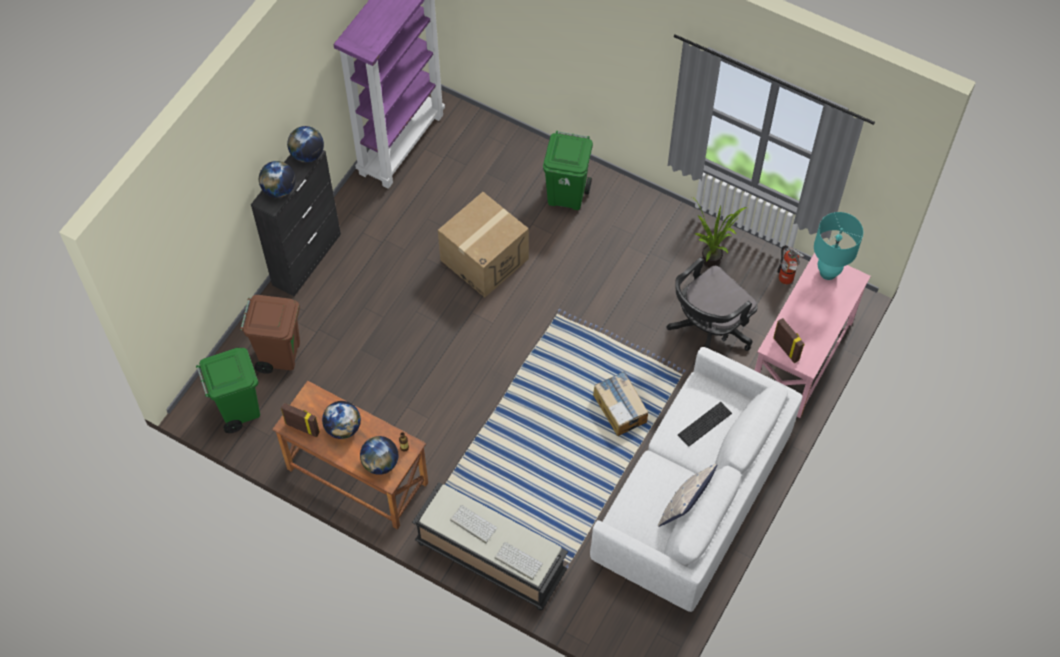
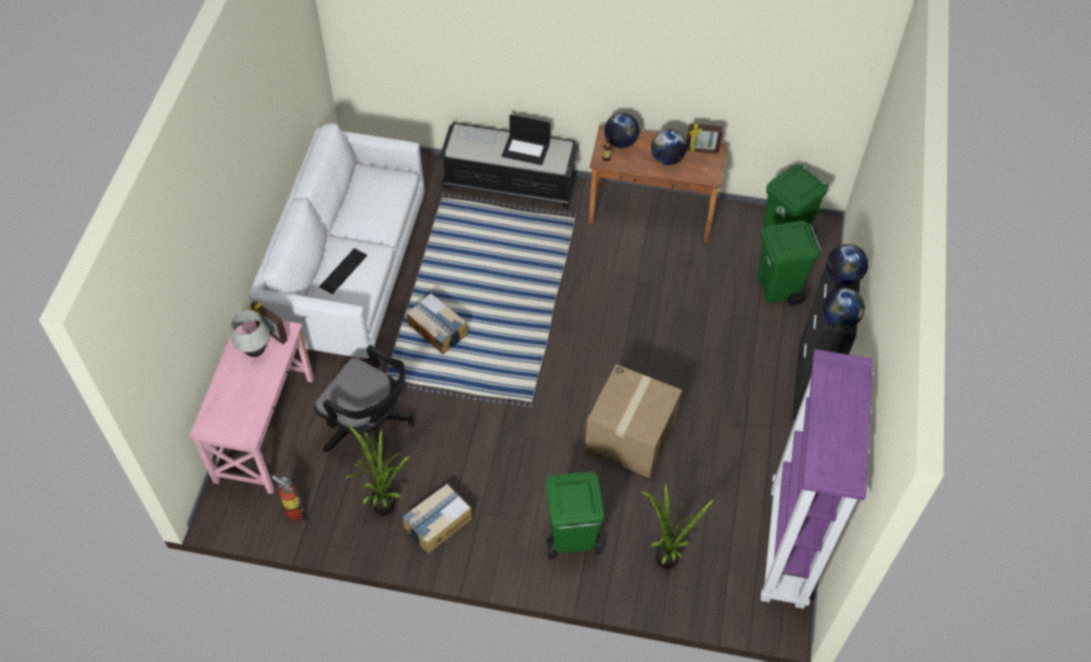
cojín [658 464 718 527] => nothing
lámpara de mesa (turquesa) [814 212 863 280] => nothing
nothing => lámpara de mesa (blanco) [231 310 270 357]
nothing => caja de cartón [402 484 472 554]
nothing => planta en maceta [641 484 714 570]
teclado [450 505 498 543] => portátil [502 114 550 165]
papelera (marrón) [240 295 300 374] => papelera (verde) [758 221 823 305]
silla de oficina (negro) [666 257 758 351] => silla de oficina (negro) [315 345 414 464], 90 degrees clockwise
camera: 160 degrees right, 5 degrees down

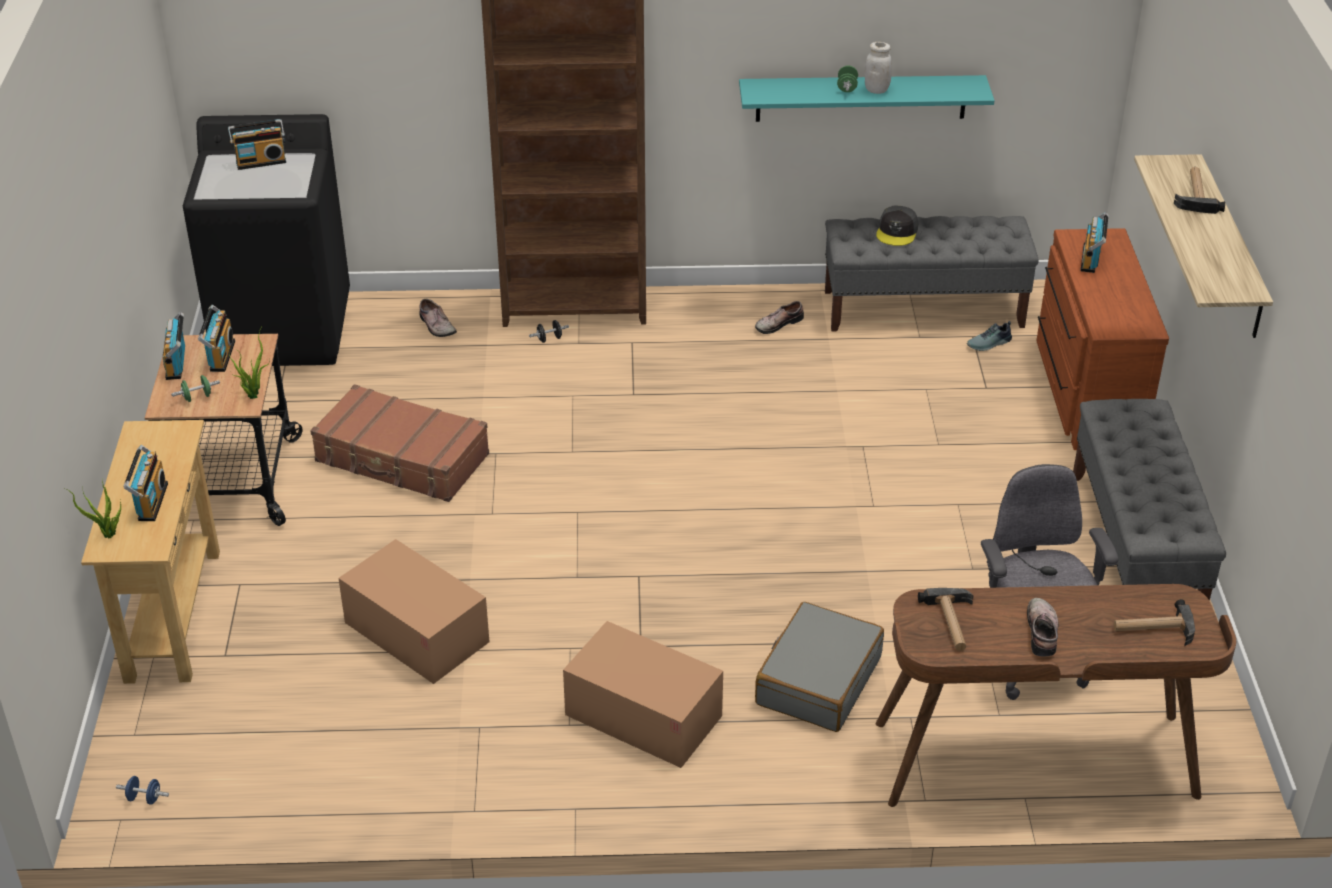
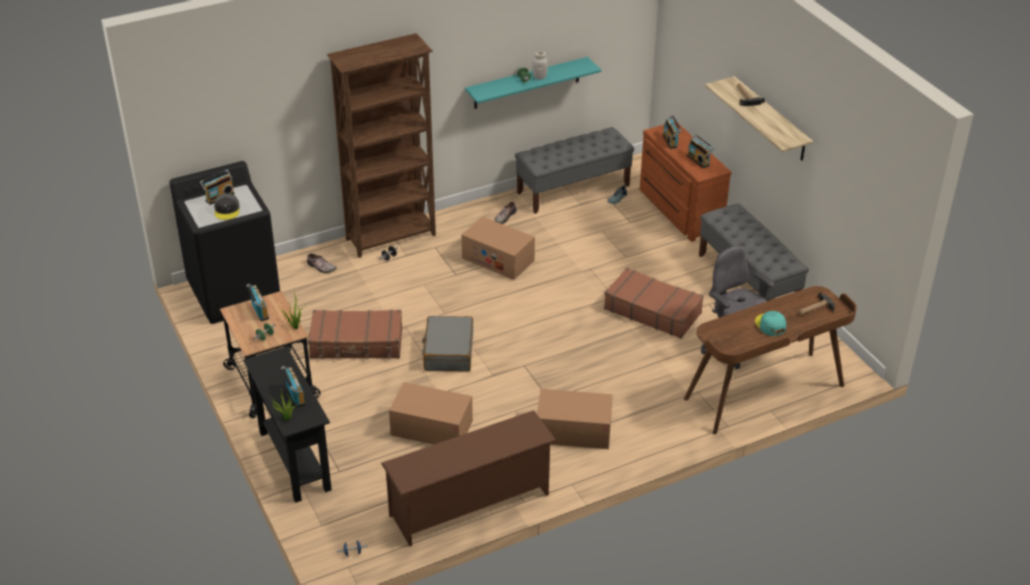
martillo [918 588 974 651] => nothing
nothing => zapatero (marrón) [381 410 556 546]
nothing => caja de cartón [461 216 535 280]
nothing => maleta (marrón) [604 268 704 339]
radio [163 312 185 380] => radio [687 134 714 168], move
maleta (gris) [755 602 884 732] => maleta (gris) [422 316 473 372], move
gorra (gris) [876 206 918 246] => gorra (gris) [214 194 239 220], move
zapato [1027 598 1058 656] => gorra (turquesa) [755 311 786 336]
mesa consola (beis) [81 420 220 684] => mesa consola (negro) [243 346 332 503]
camera: 25 degrees left, 0 degrees up

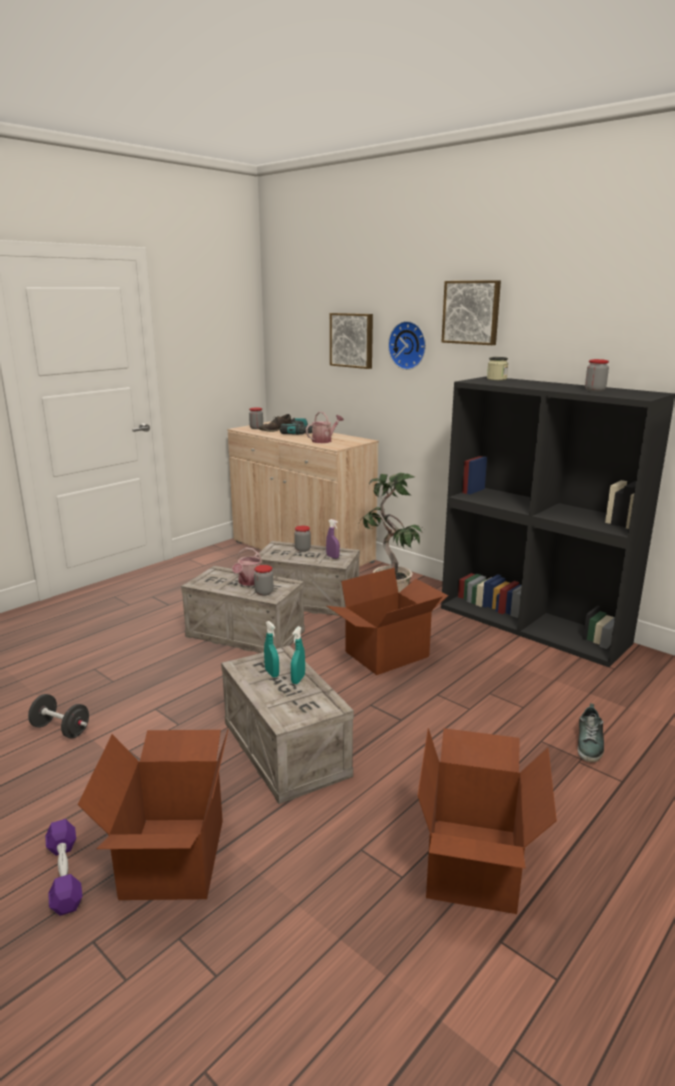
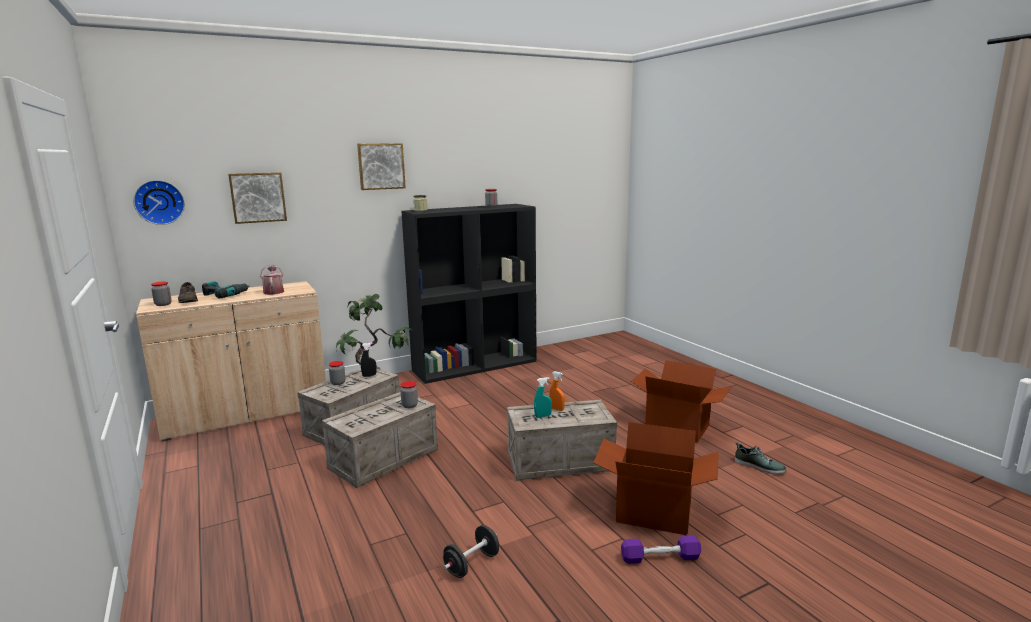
regadera [232 547 262 586] => nothing
caja de cartón [327 568 448 675] => nothing
reloj de pared [388 321 426 370] => reloj de pared [133 180 185 225], move
zapato [578 703 604 762] => zapato [735 442 786 474], move
pulverizador (turquesa) [291 626 305 684] => pulverizador (naranja) [549 371 565 411]
pulverizador (morado) [326 519 340 559] => pulverizador (negro) [361 342 377 377]
camera: 70 degrees left, 5 degrees down

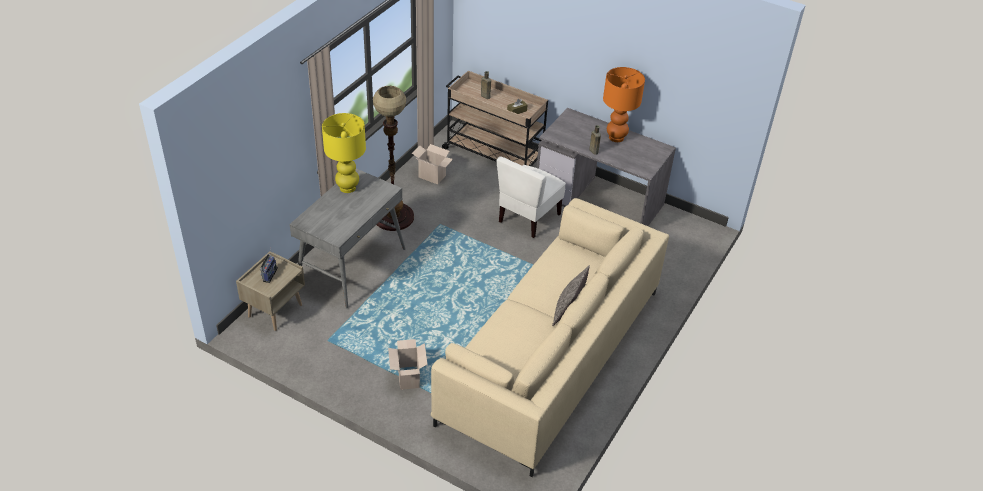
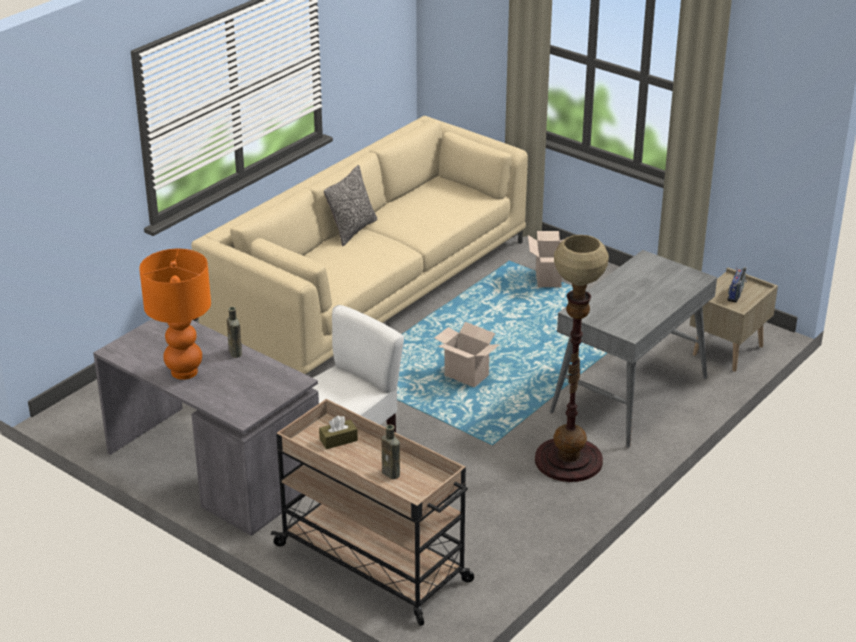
lámpara de mesa (amarillo) [322 113 366 193] => nothing
caja de cartón [412 144 453 185] => caja de cartón [434 322 500 388], move
camera: 170 degrees left, 10 degrees down

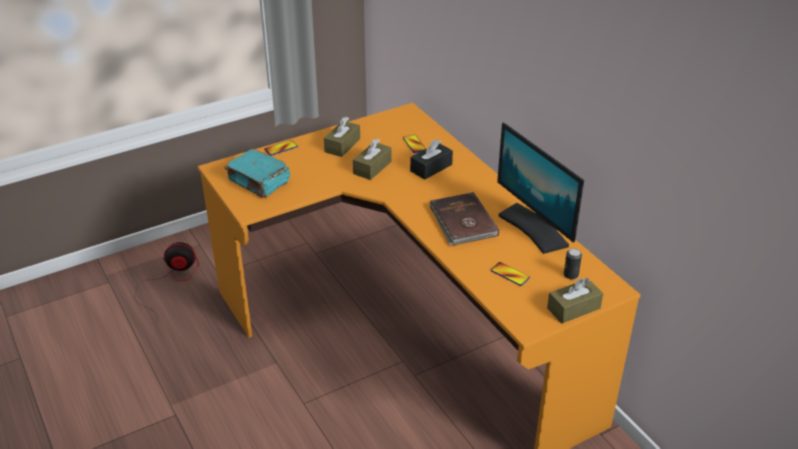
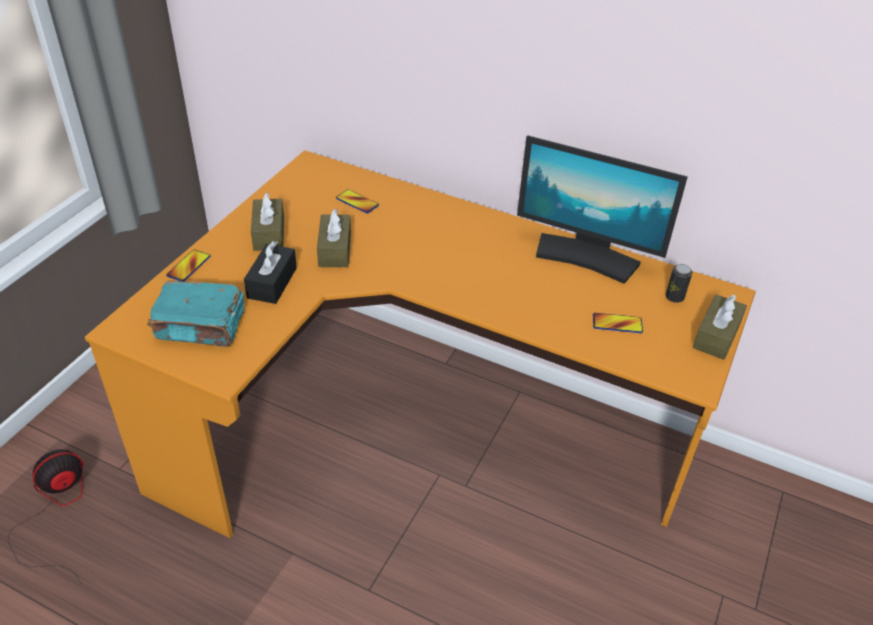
libro (marrón) [429 192 499 246] => nothing
caja de pañuelos (negro) [410 139 453 180] => caja de pañuelos (negro) [244 241 297 304], move
camera: 35 degrees left, 5 degrees up

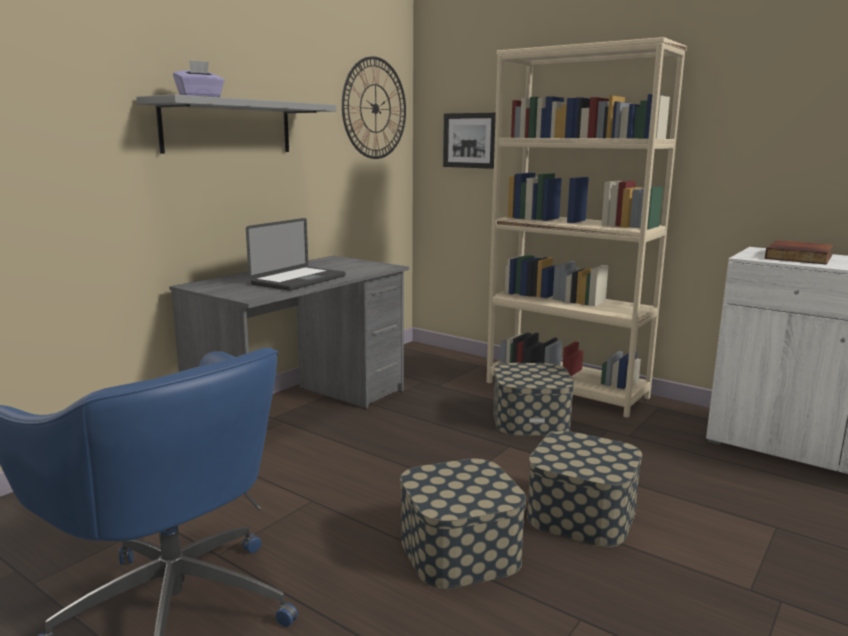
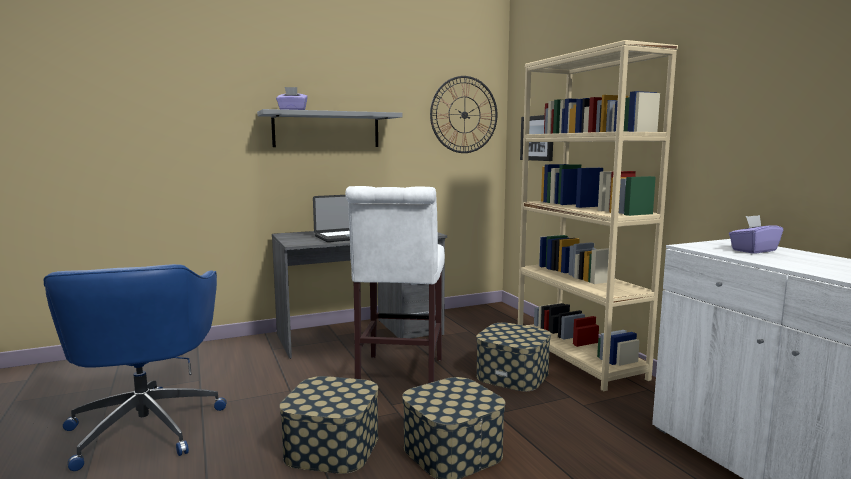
nothing => taburete (blanco) [345 186 445 383]
libro [765 240 833 265] => caja de pañuelos (morado) [729 215 783 254]
camera: 30 degrees right, 5 degrees down

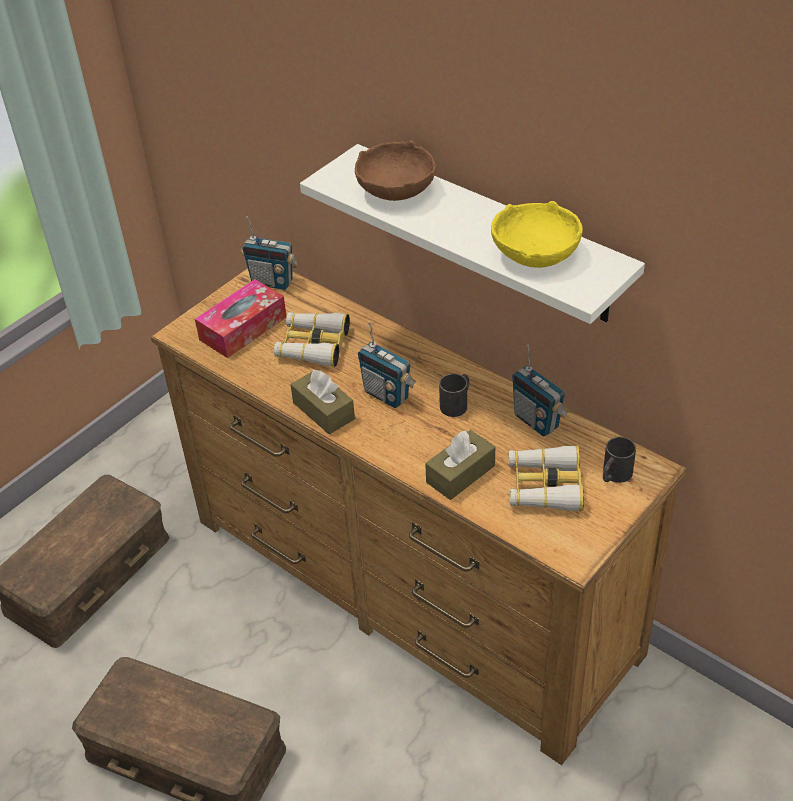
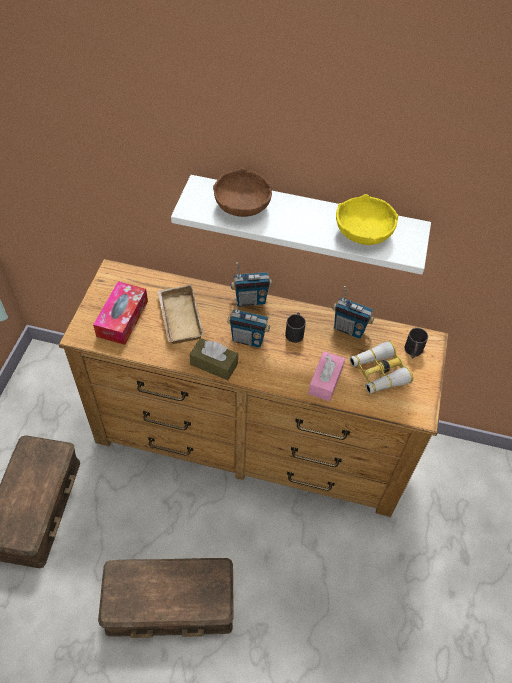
radio [241 216 298 290] => radio [231 262 272 306], move
prismáticos [274 312 350 367] => bandeja (beis) [157 285 204 344]
caja de pañuelos (marrón) [425 430 495 500] => caja de pañuelos (rosa) [308 351 345 402]
camera: 30 degrees left, 10 degrees up

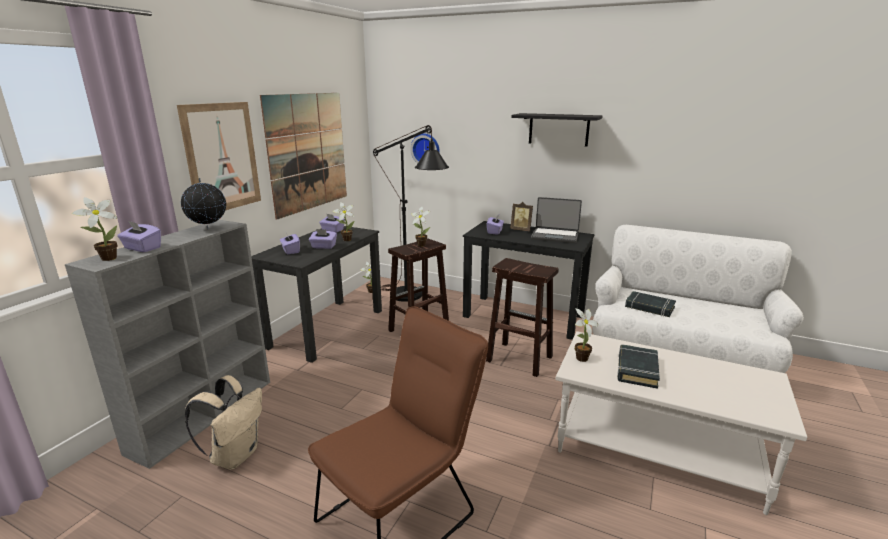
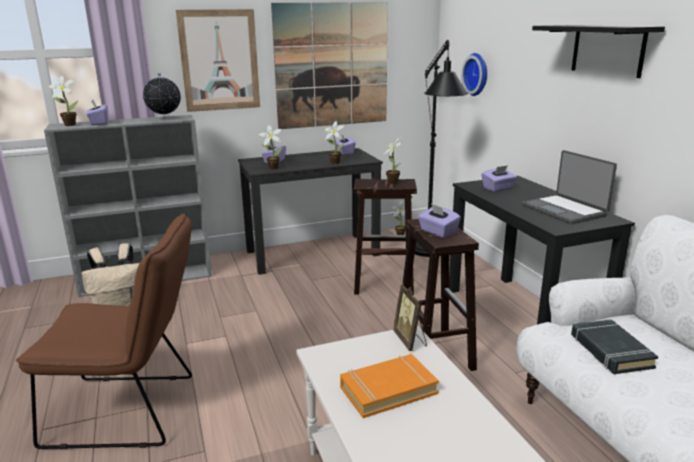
caja de pañuelos (morado) [309 229 337 249] => caja de pañuelos (morado) [418 203 461 238], move
portarretratos [510 202 533 231] => portarretratos [393 284 427 351], move
planta en maceta [575 308 599 362] => planta en maceta [258 125 283 170], move
libro (negro) [617 344 660 389] => libro (naranja) [340 354 439 418]
camera: 45 degrees right, 0 degrees up

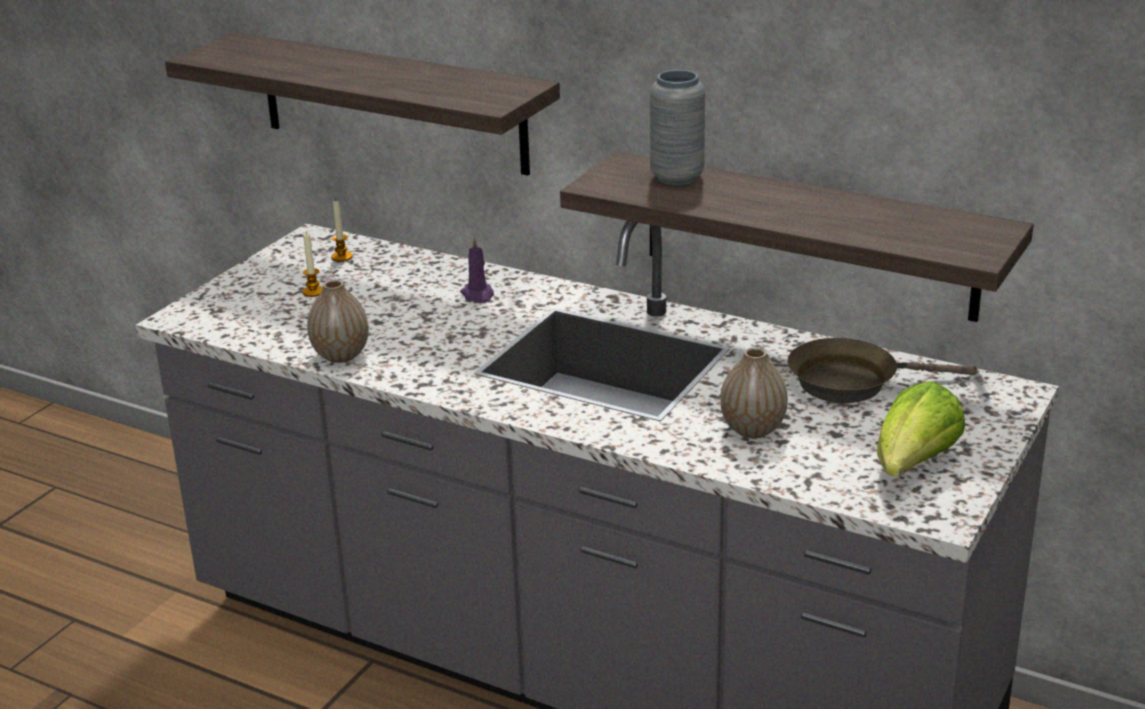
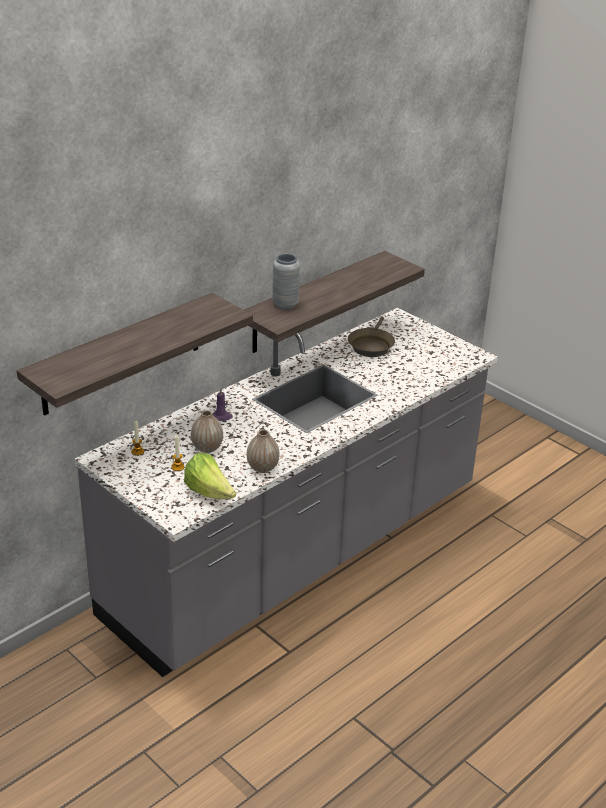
florero [720 347 788 438] => florero [191 410 223 453], move
lechuga [877 381 965 477] => lechuga [184 453 236 499], move
camera: 75 degrees left, 5 degrees up

